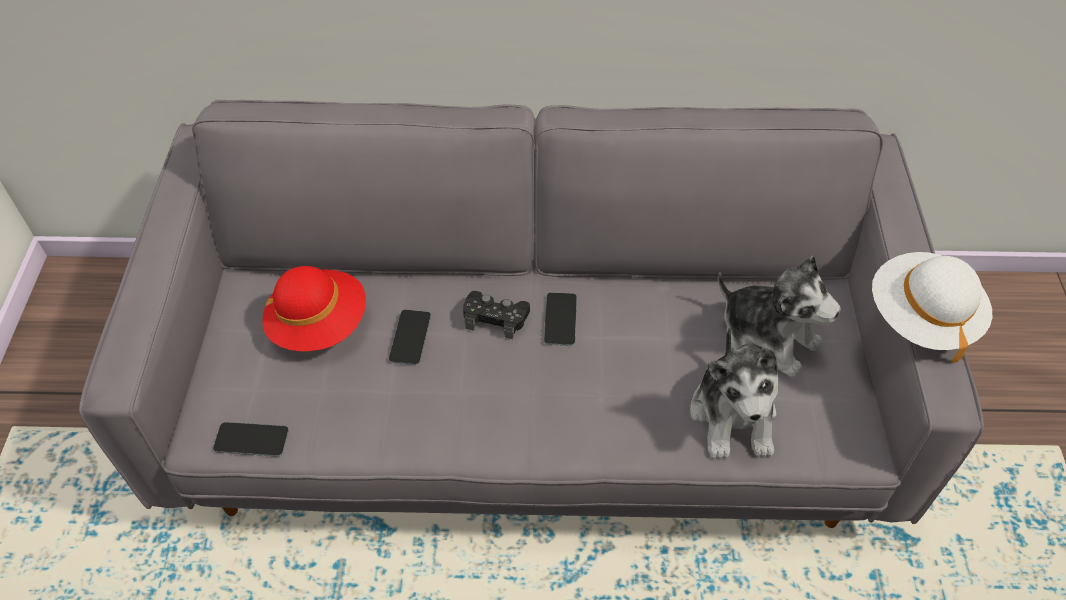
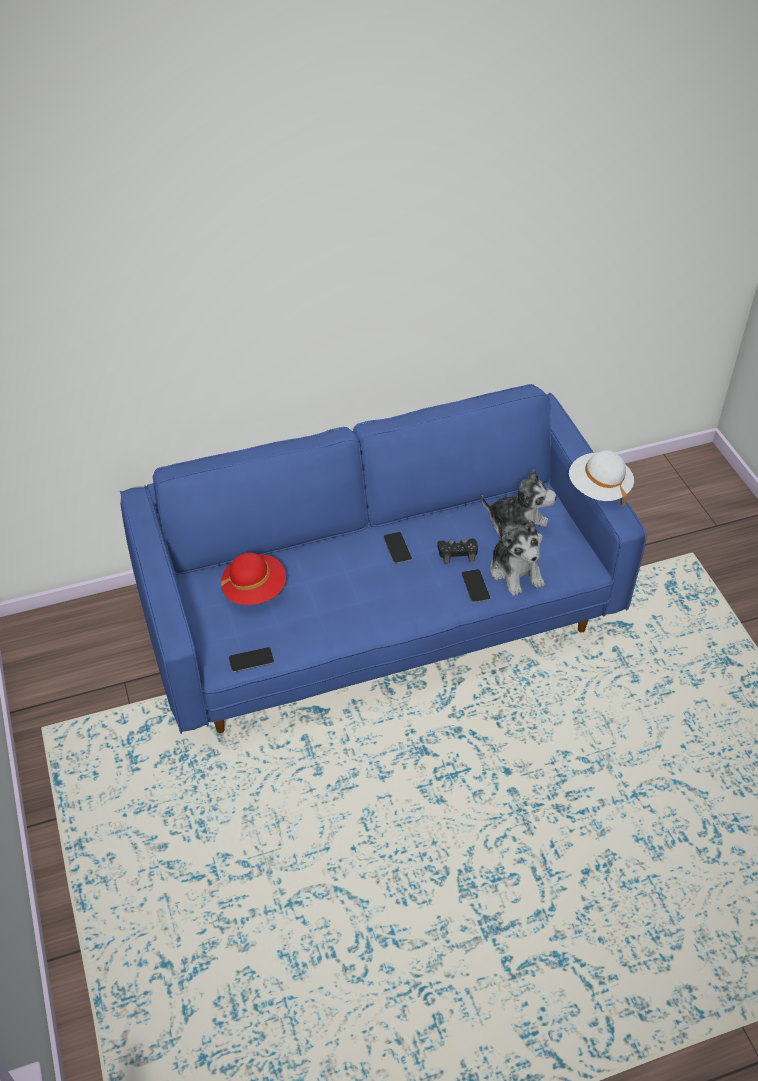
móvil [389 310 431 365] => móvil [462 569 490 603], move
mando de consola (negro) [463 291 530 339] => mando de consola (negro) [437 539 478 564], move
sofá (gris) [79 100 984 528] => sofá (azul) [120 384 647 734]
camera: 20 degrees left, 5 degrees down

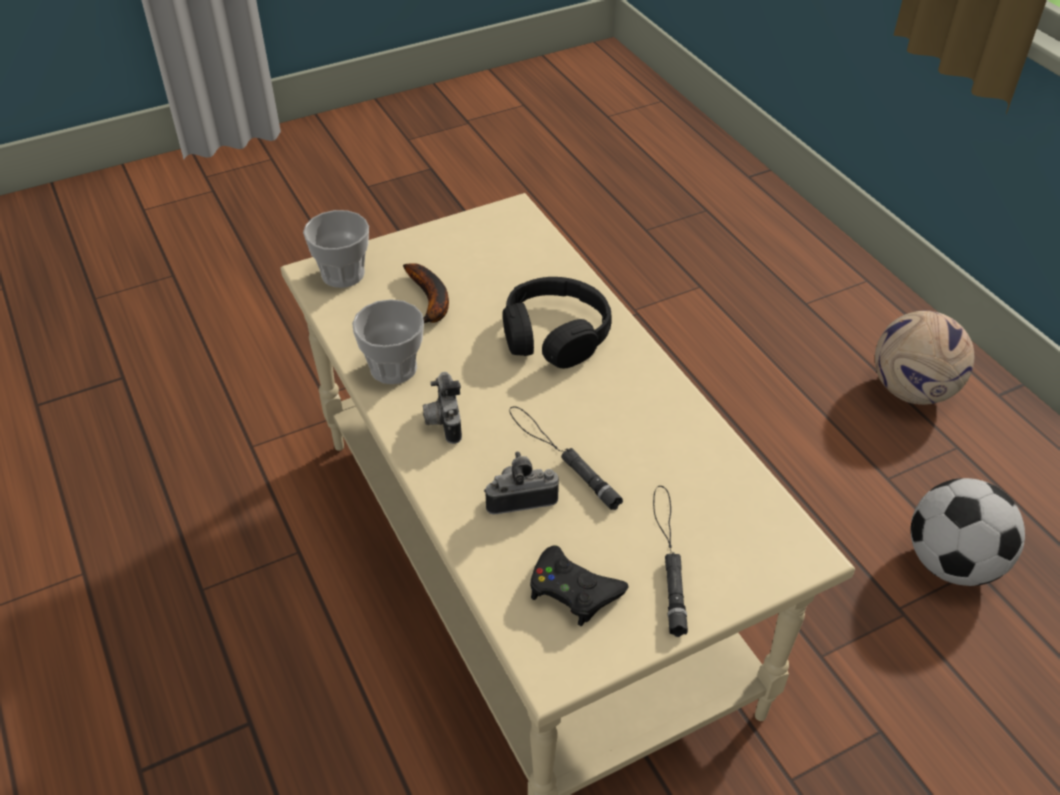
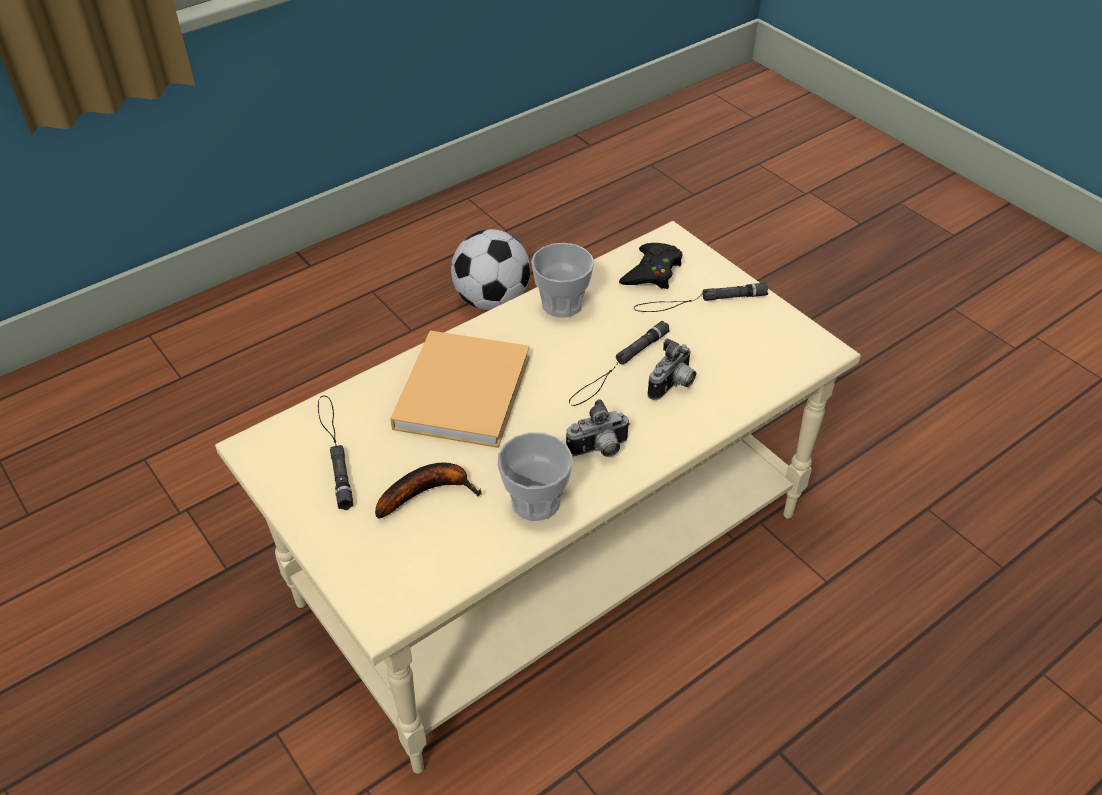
balón de fútbol [875 311 974 405] => nothing
nothing => linterna (negro) [318 396 353 510]
taza [303 210 369 288] => taza [531 243 594 318], move
mando de consola (negro) [530 545 629 626] => mando de consola (negro) [619 243 682 289], move
auriculares (negro) [503 277 612 368] => libro (beis) [390 330 530 448]
cámara [484 451 559 515] => cámara [647 338 696 400], 120 degrees counterclockwise
camera: 100 degrees left, 0 degrees up

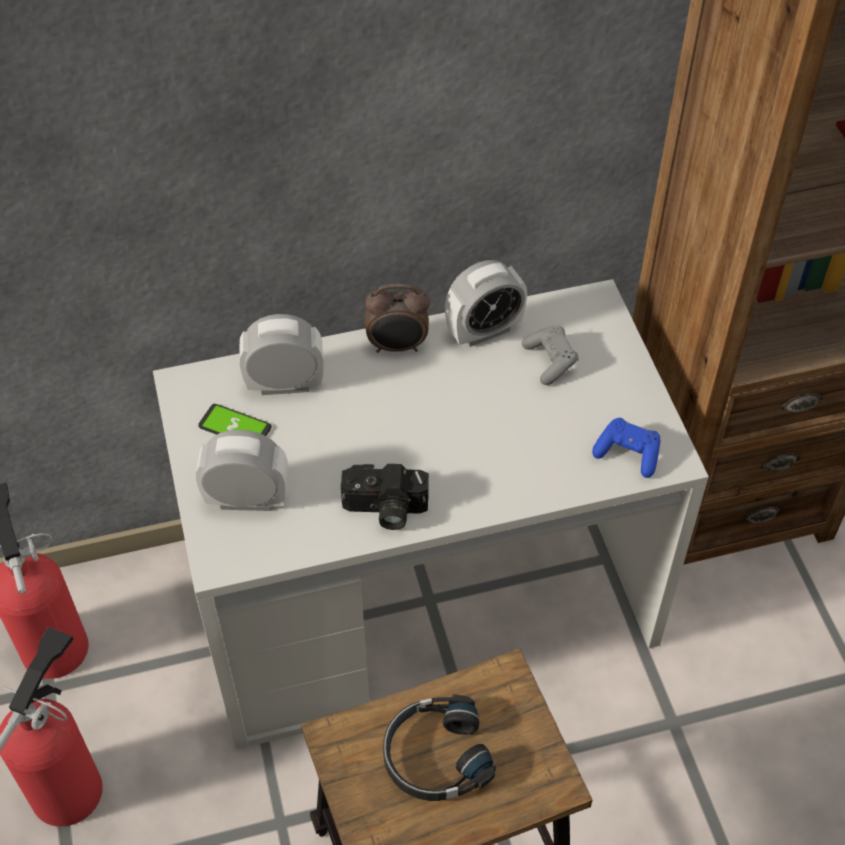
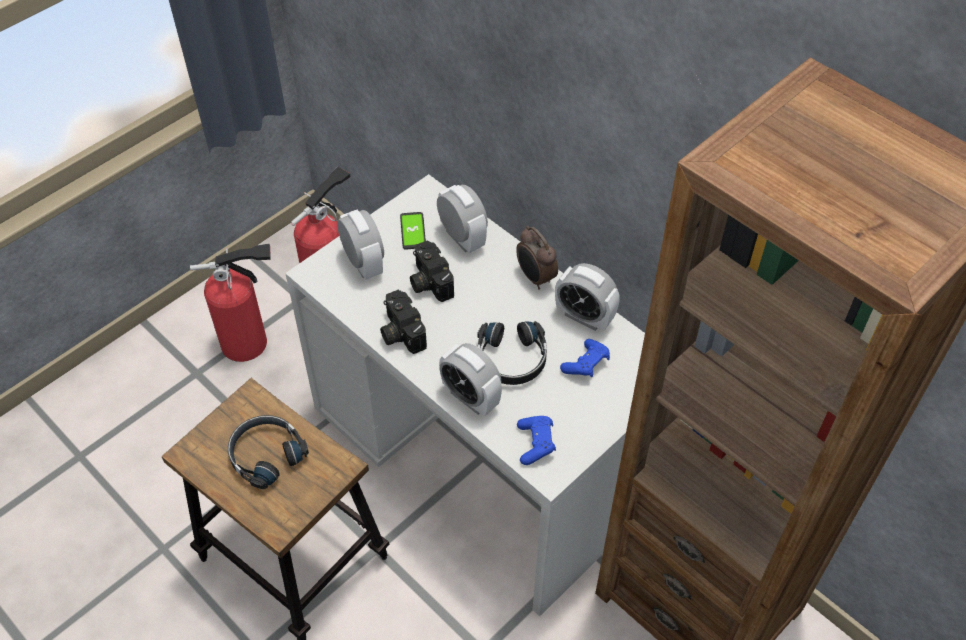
nothing => cámara [410 240 454 302]
nothing => despertador [439 343 502 416]
nothing => auriculares (negro) [477 321 547 385]
mando de consola (gris) [522 325 579 385] => mando de consola (azul) [560 339 610 377]
camera: 60 degrees right, 0 degrees up

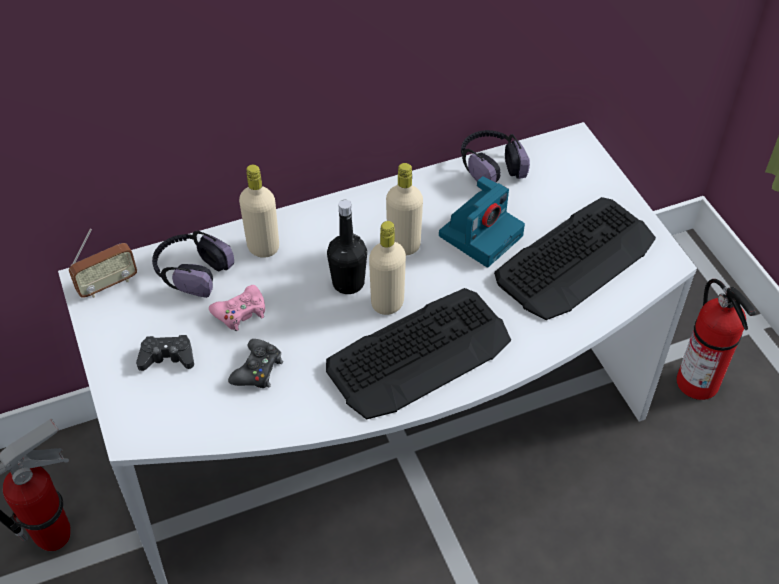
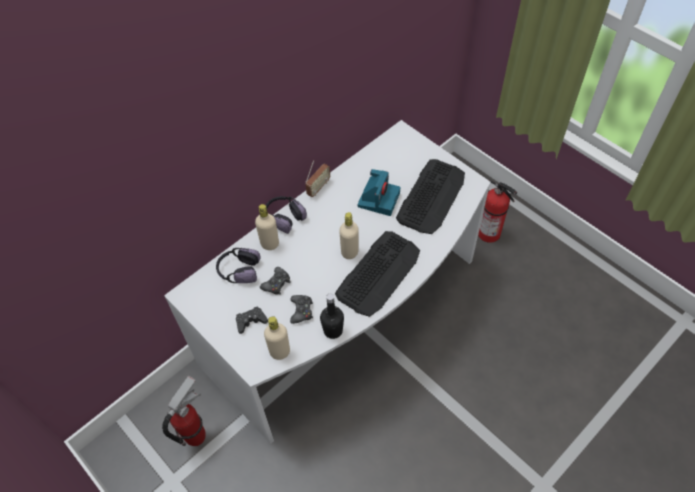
radio [69 229 137 298] => radio [305 160 330 197], move
botella (negro) [327 200 367 294] => botella (negro) [320 293 344 339], move
botella (beis) [386 163 423 256] => botella (beis) [264 316 290 360], move
auriculares [461 130 530 182] => auriculares [266 196 307 234], move
mando de consola (rosa) [209 285 265 331] => mando de consola (negro) [260 267 291 295]
camera: 20 degrees left, 5 degrees up

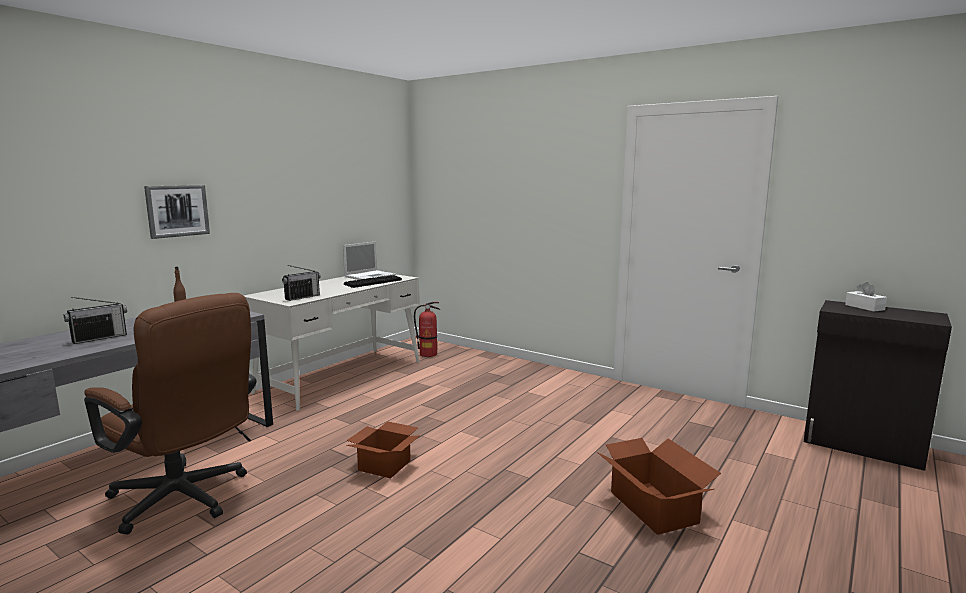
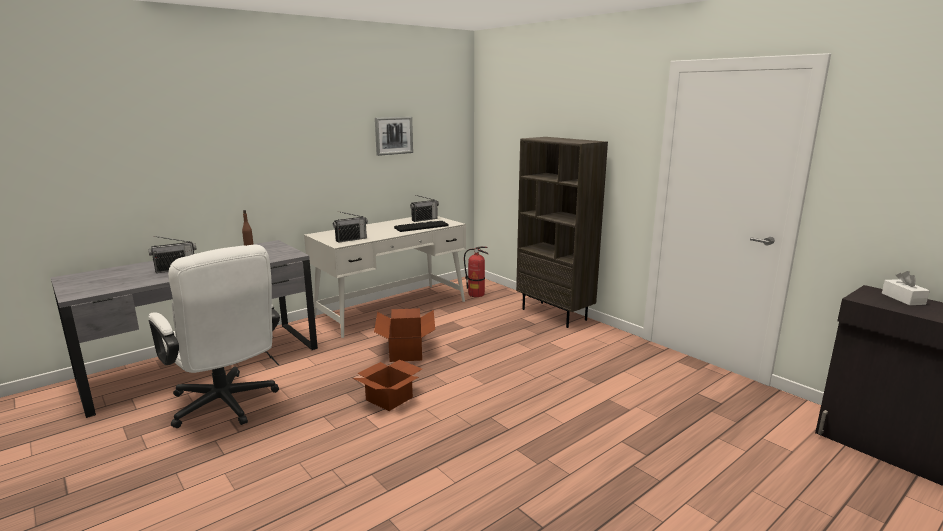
nothing => estantería (marrón) [516 137 608 328]
cuadro [144 185 210 239] => cuadro [375 117 413 156], move
caja de cartón [597 438 721 535] => caja de cartón [374 308 435 362], move
portátil [343 241 396 280] => radio [410 195 439 222]
silla de oficina (marrón) [84 293 256 535] => silla de oficina (blanco) [148 245 280 428]
camera: 15 degrees right, 5 degrees up

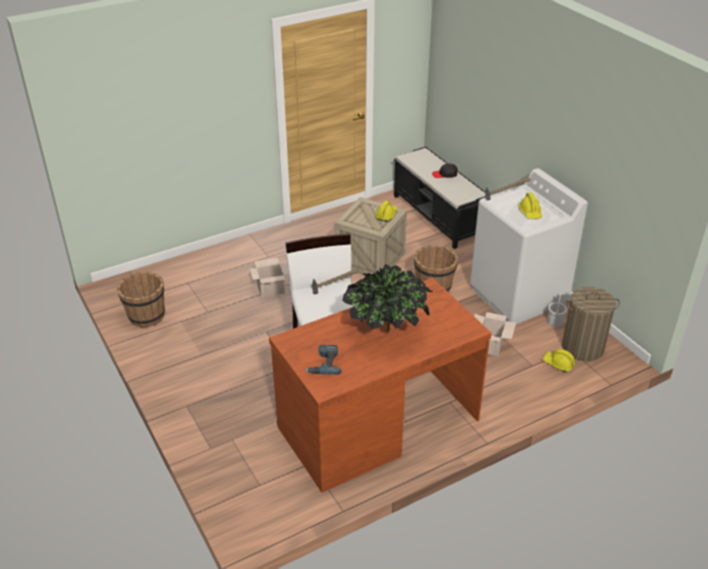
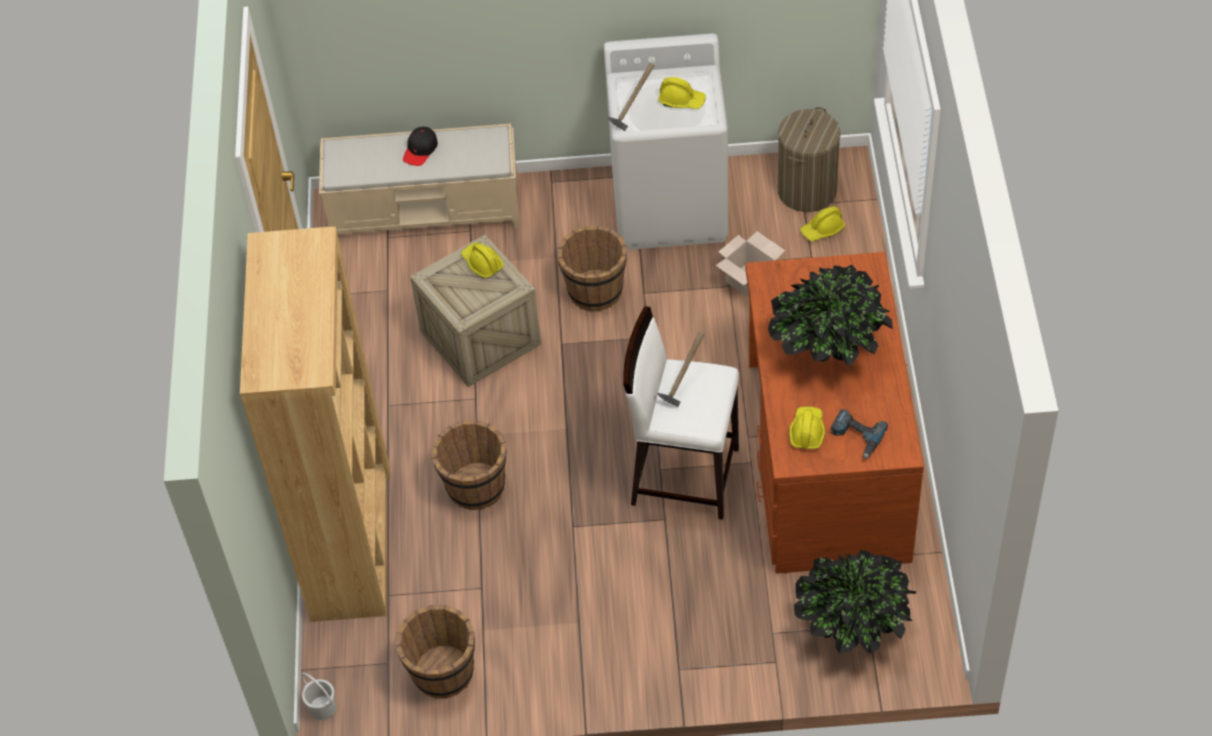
nothing => estantería (marrón) [240 227 390 622]
nothing => casco (amarillo) [789 406 825 449]
nothing => planta en maceta [794 550 916 654]
cubo (blanco) [547 292 567 327] => cubo (blanco) [301 673 336 720], move
caja de cartón [250 258 289 297] => cubo (marrón) [432 420 506 510]
banco (negro) [394 147 486 249] => banco (beis) [319 124 520 239]
camera: 60 degrees left, 15 degrees up

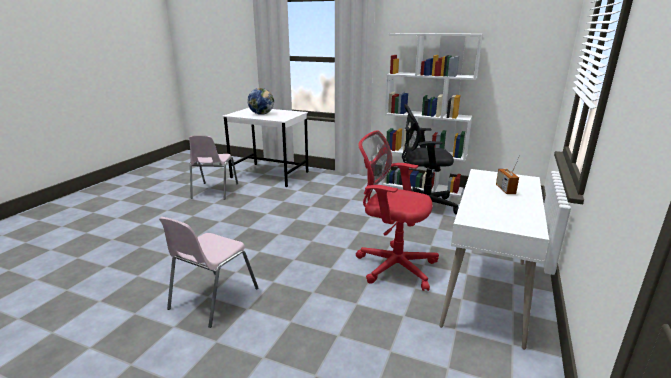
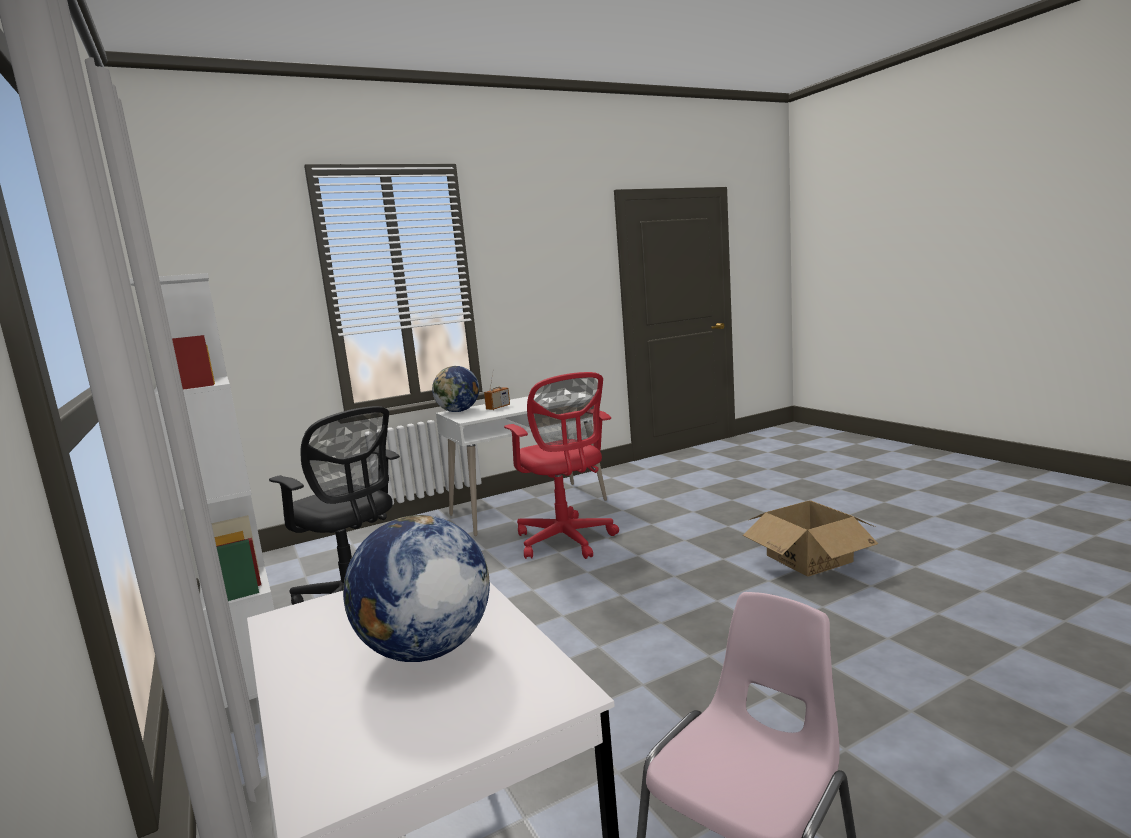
nothing => globo terráqueo [432 366 479 412]
silla (rosa) [159 217 258 328] => caja de cartón [743 500 878 577]
camera: 140 degrees left, 10 degrees down

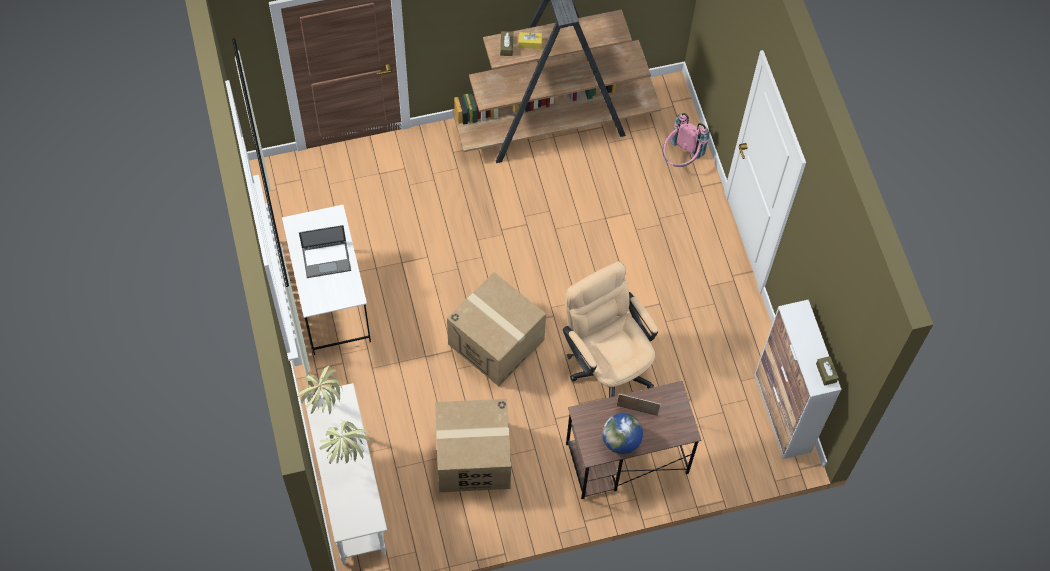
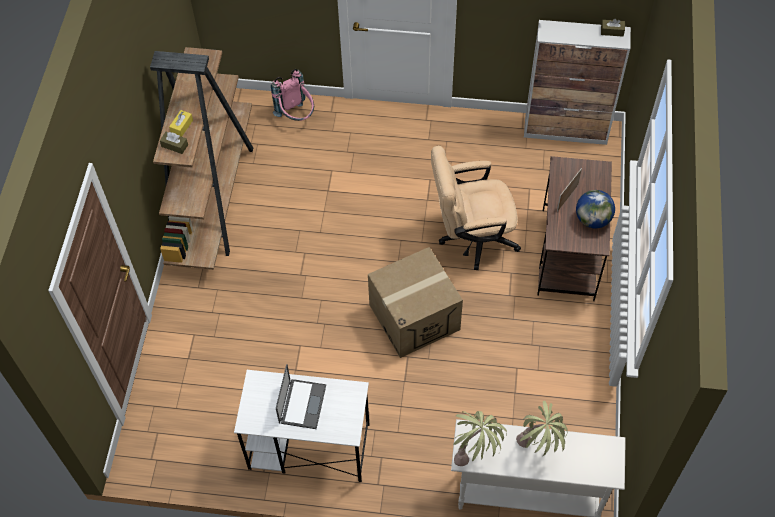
caja de cartón [435 399 511 492] => nothing
camera: 65 degrees left, 5 degrees down

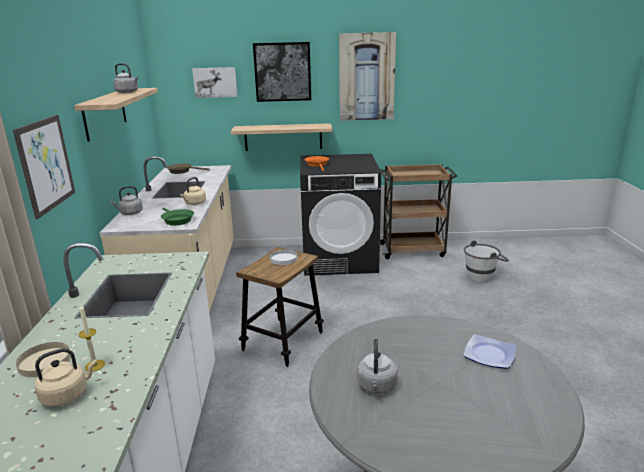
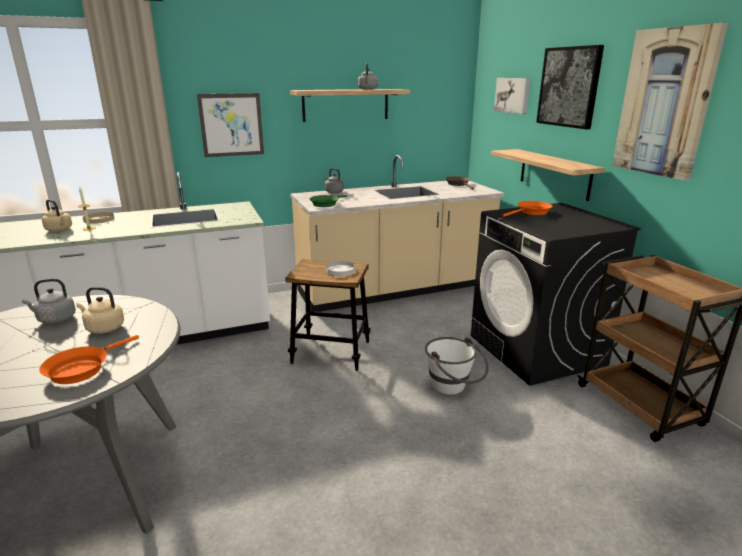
hervidor (beis) [180 177 206 205] => hervidor (beis) [76 287 124 334], move
cubo (blanco) [464 240 509 282] => cubo (blanco) [425 337 489 395], move
plato [463 334 516 369] => sartén (naranja) [39 335 139 384]
camera: 70 degrees right, 0 degrees up

